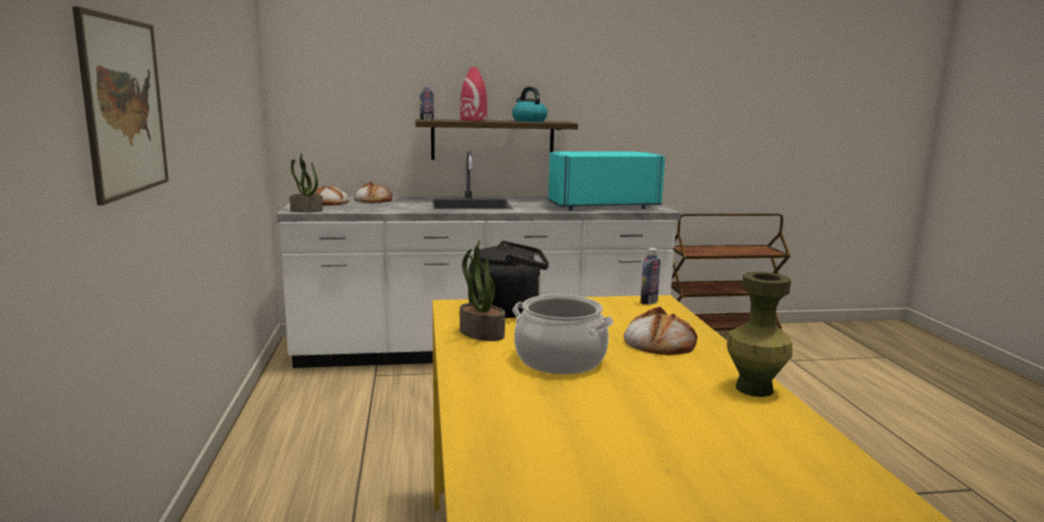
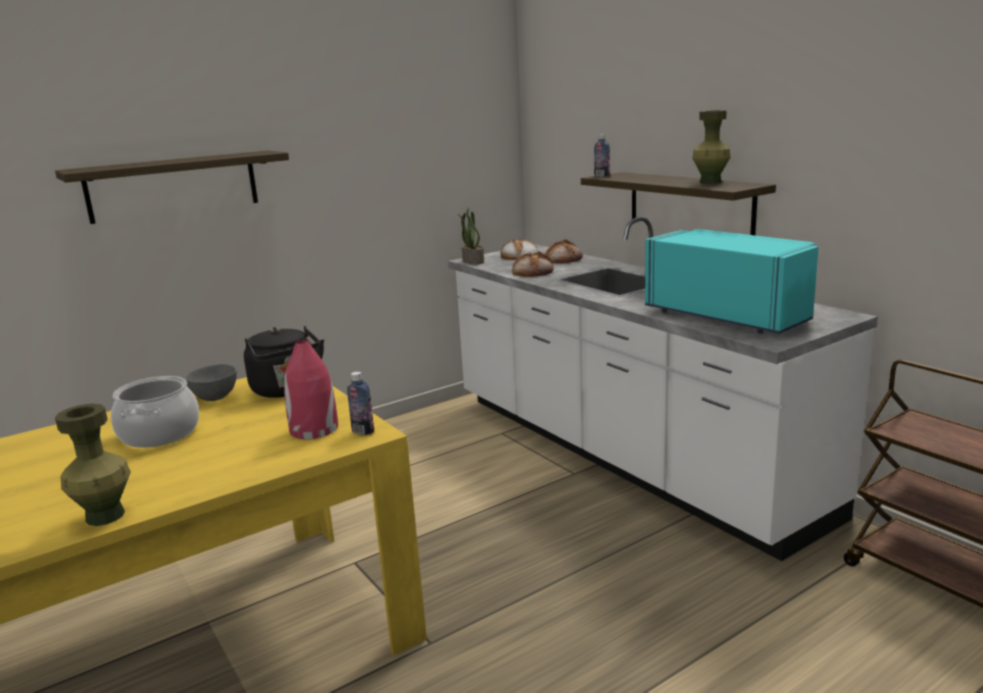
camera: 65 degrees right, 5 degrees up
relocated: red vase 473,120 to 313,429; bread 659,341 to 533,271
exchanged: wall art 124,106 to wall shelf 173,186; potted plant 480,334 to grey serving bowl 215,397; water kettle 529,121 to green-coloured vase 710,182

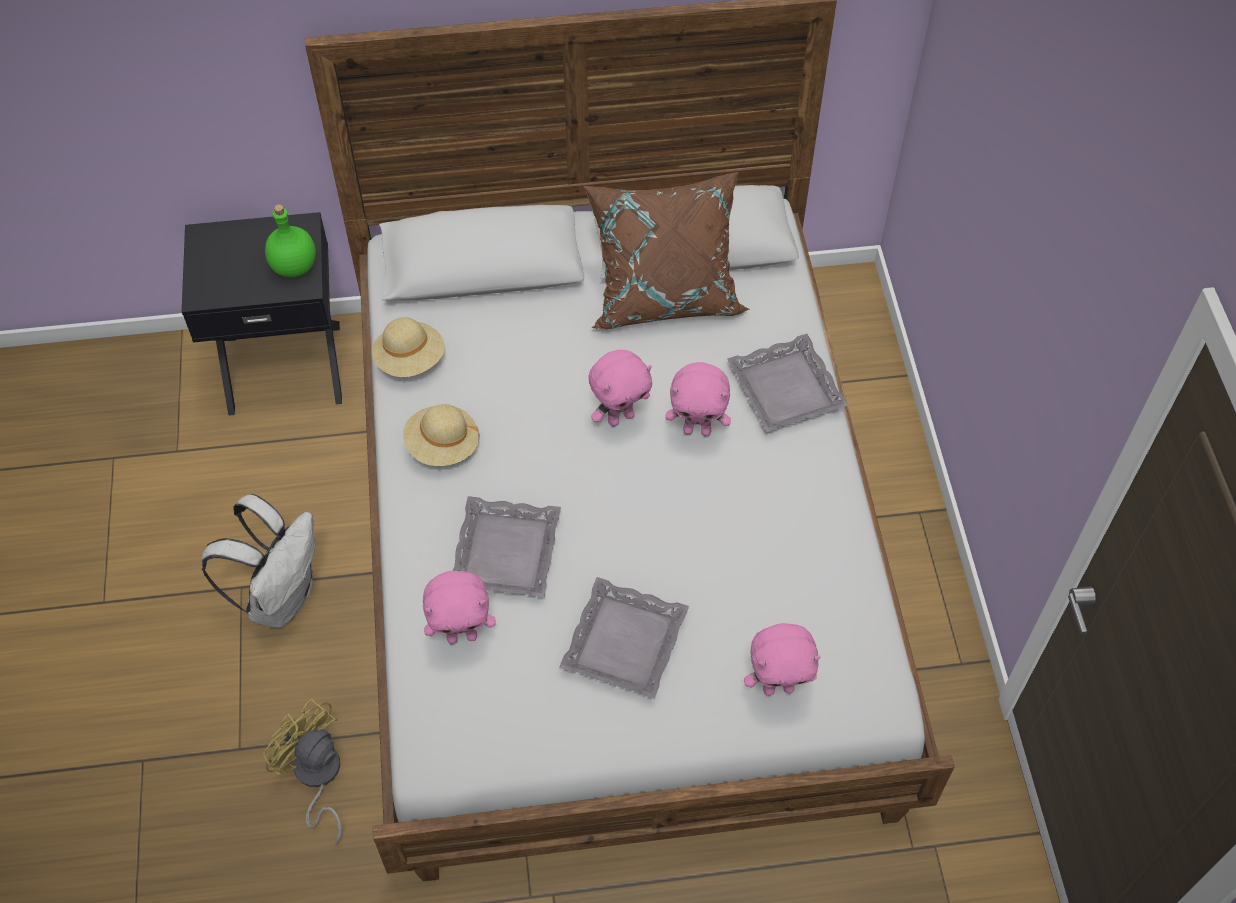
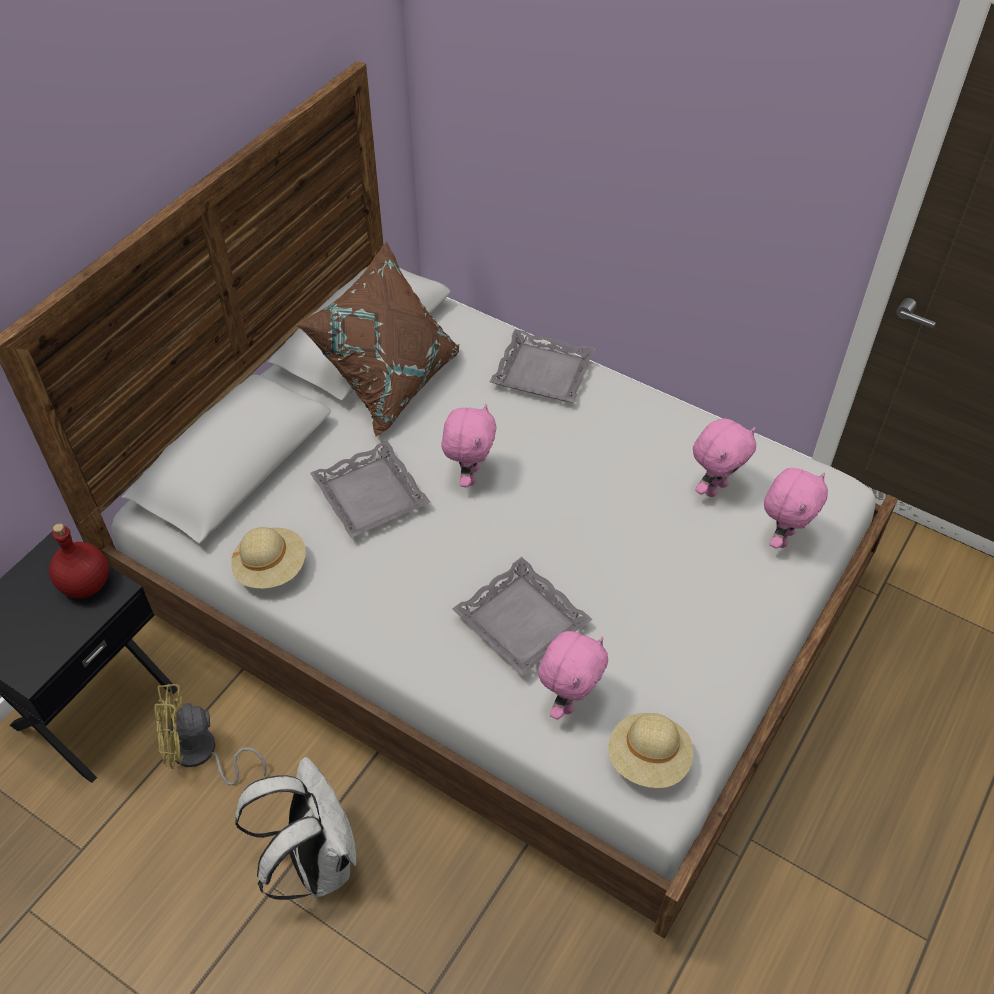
camera: 50 degrees left, 5 degrees down
relocated: yellow-coloured cooling fan 316,777 to 201,755; sand-coloured clothing hat 443,446 to 648,759; grey carrying tray 624,642 to 369,495; pink soft toy 697,430 to 715,488
colour: green-coloured bottle 294,266 to red bottle 85,584

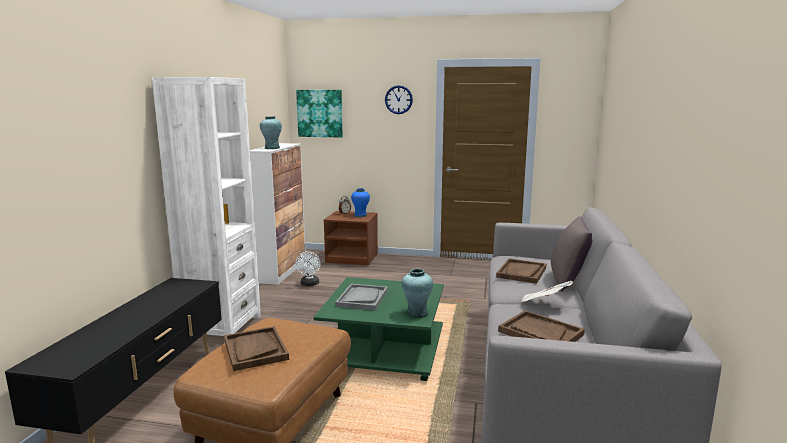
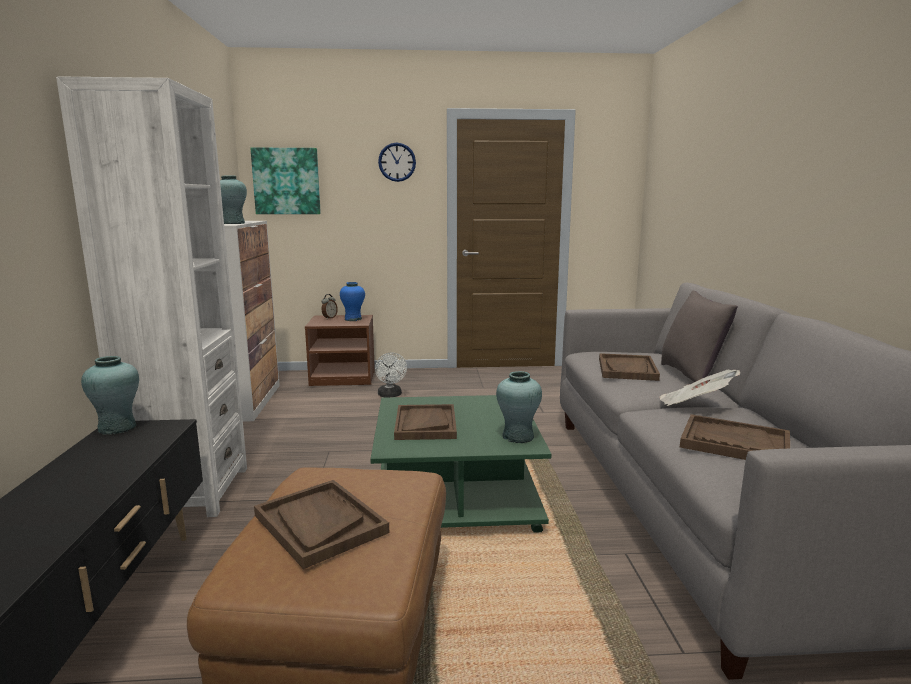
camera: 15 degrees left, 0 degrees up
appeared: blue-green vase 117,428
relocated: white cooling fan 309,284 to 390,395
colour: grey carrying tray 362,298 to brown carrying tray 425,424

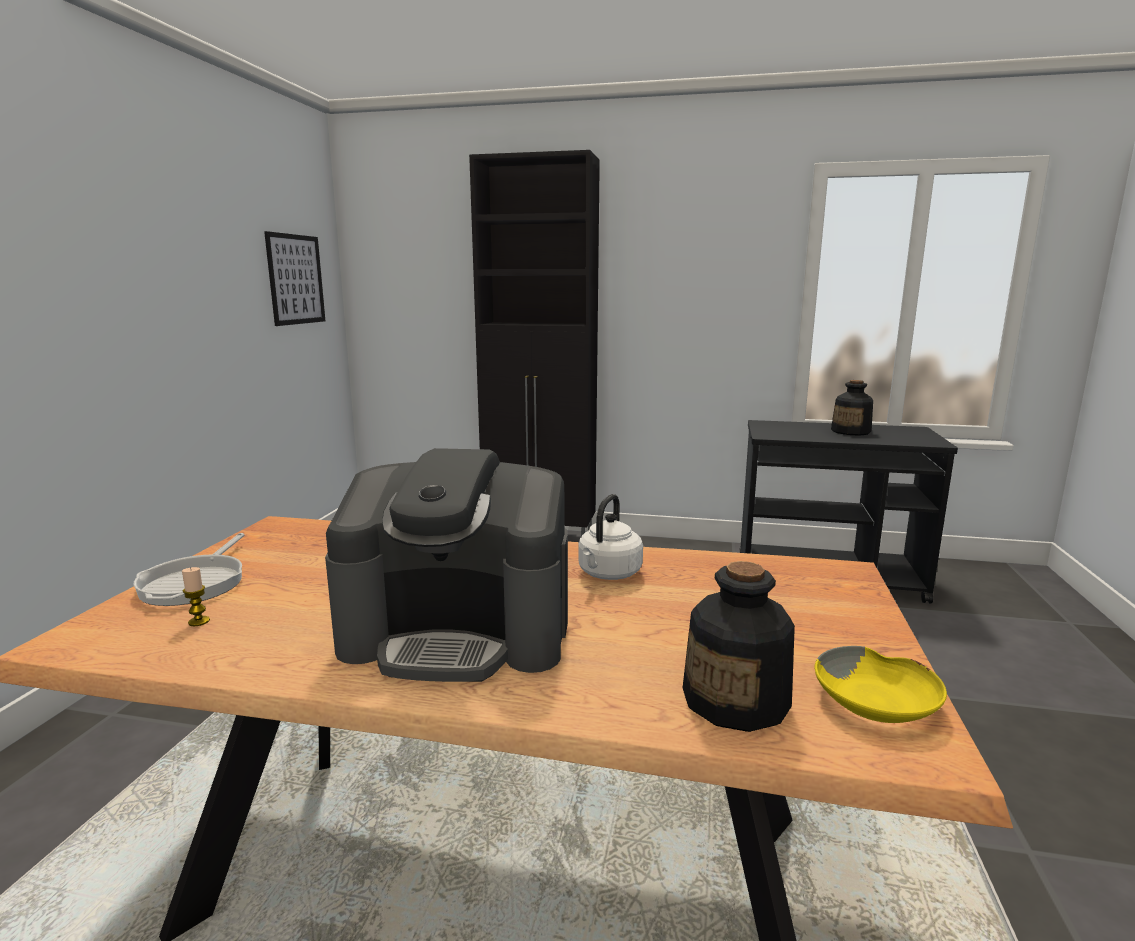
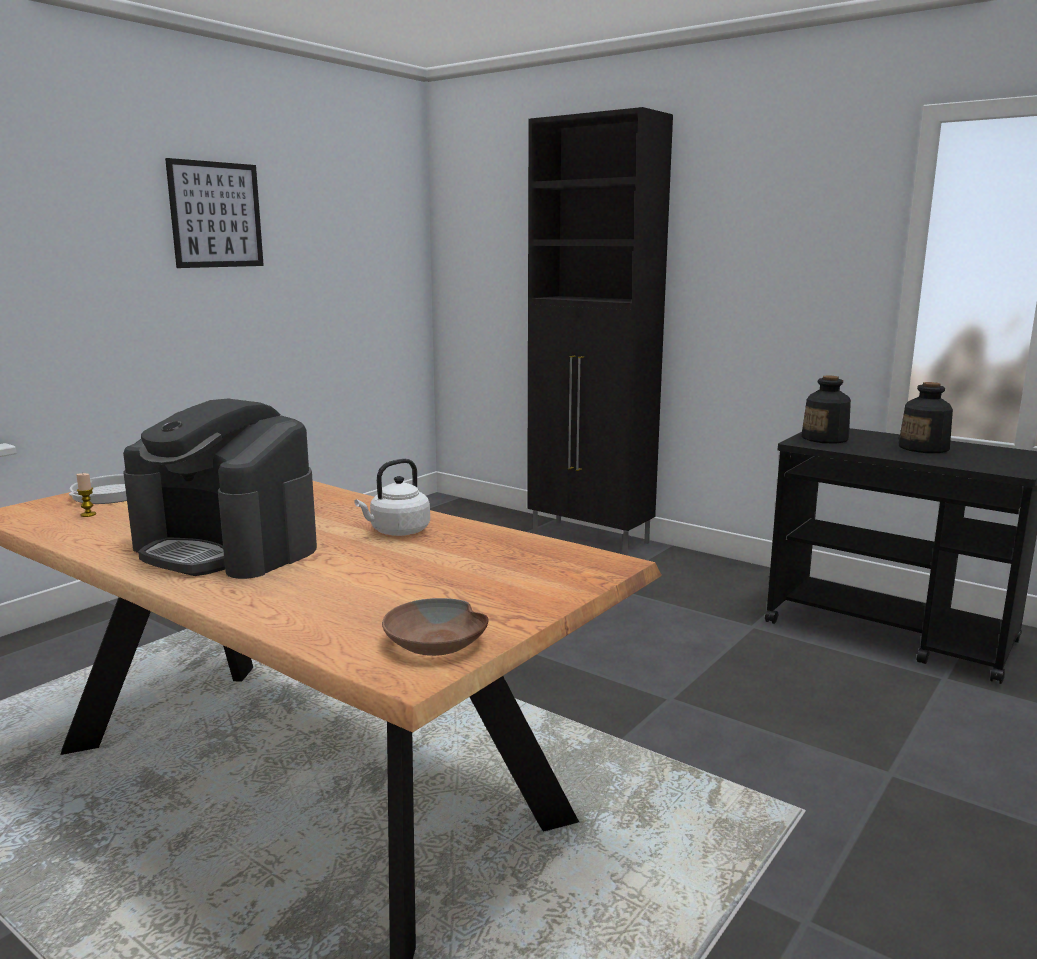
camera: 25 degrees right, 0 degrees up
relocated: wall art 296,279 to 216,215; bottle 737,701 to 825,438
colour: yellow-coloured serving bowl 877,703 to brown serving bowl 436,643

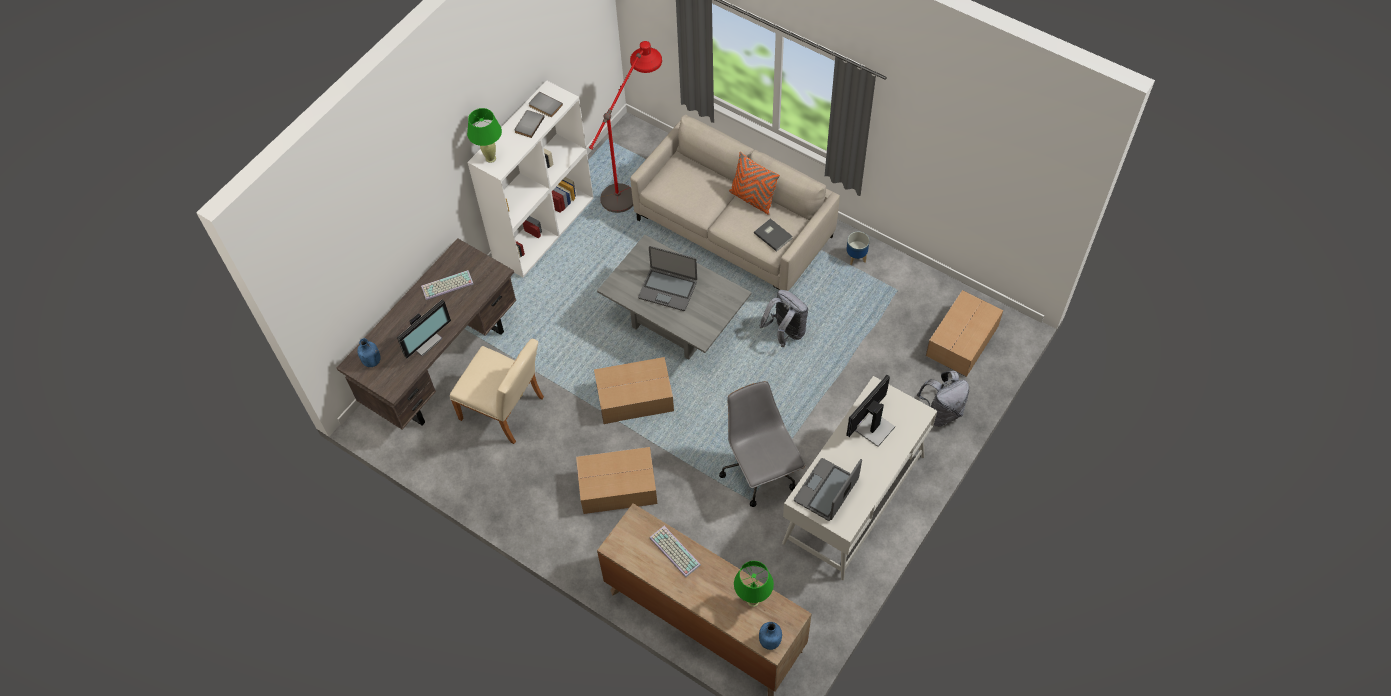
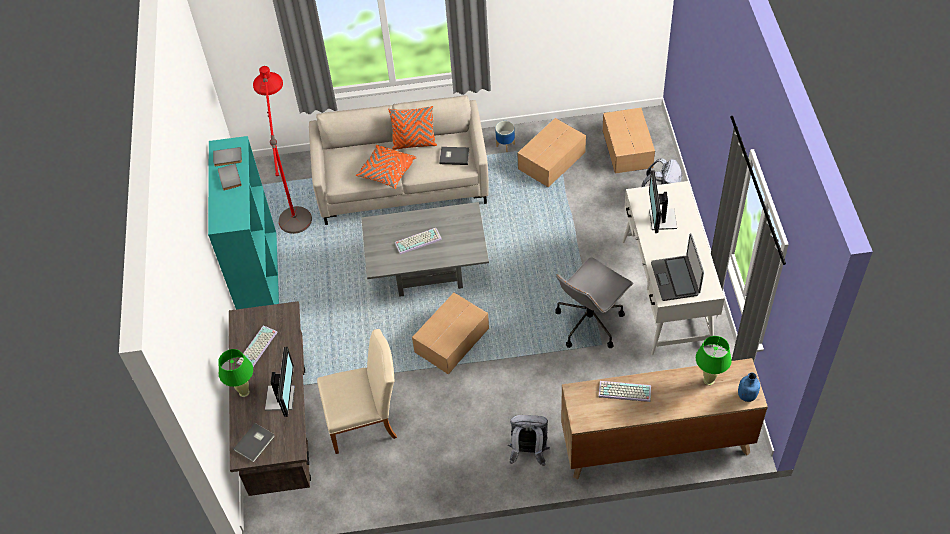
camera: 40 degrees left, 5 degrees down
appeared: orangey pillow 387,172
relocated: green-coloured table lamp 491,158 to 244,392; packing box 619,487 to 552,160; grey rucksack 785,332 to 528,452
exchanged: blue-coloured bottle 372,361 to grey book 255,443; laptop 668,289 to keyboard 418,240
colour: white shelving unit 544,228 to blue-green shelving unit 259,278
spun: grey desk chair 761,472 = 590,322 75 degrees counterclockwise

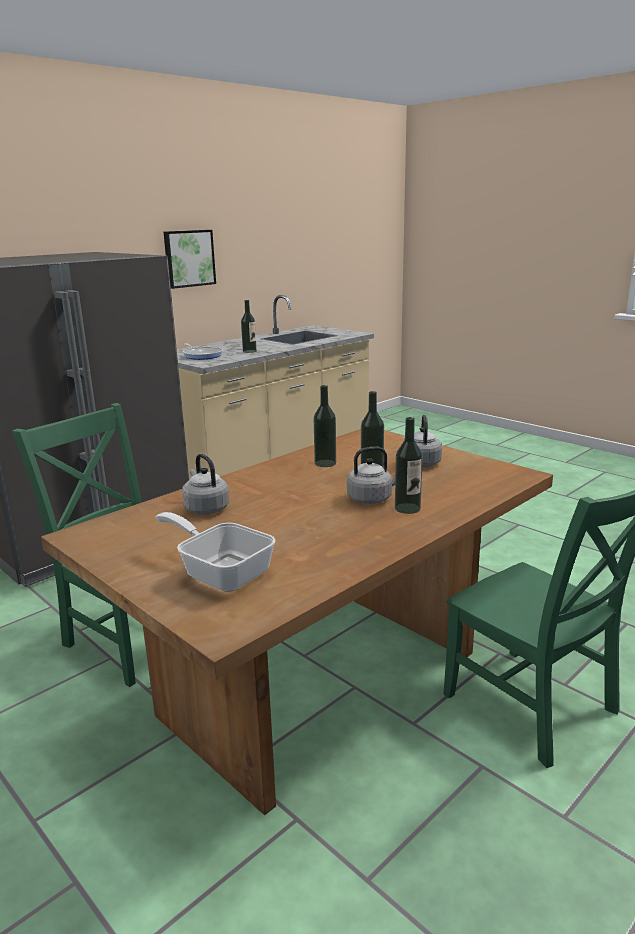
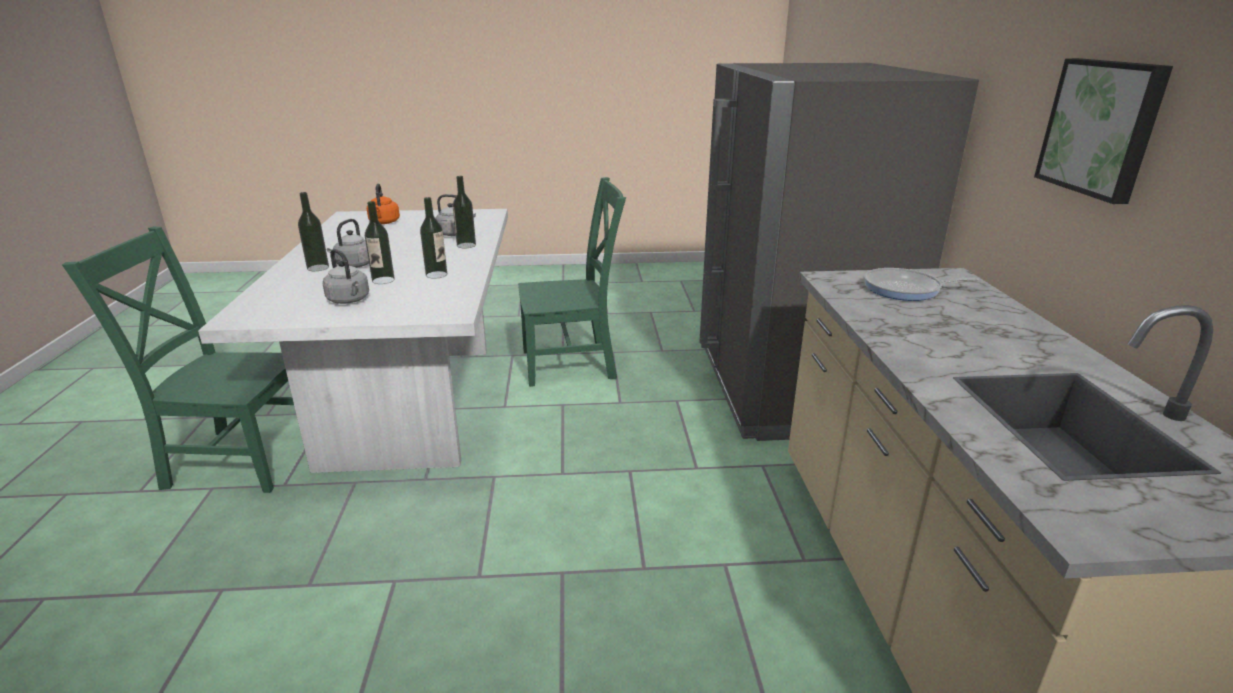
camera: 130 degrees right, 5 degrees up
relocated: bottle 249,351 to 466,245
exchanged: frying pan 221,572 to orangey water kettle 384,222
colour: brown dinner table 322,681 to white dinner table 413,403

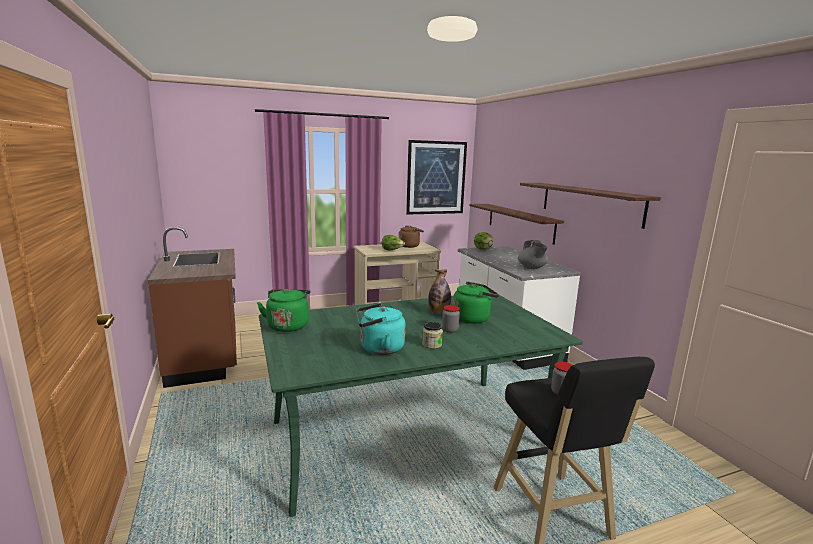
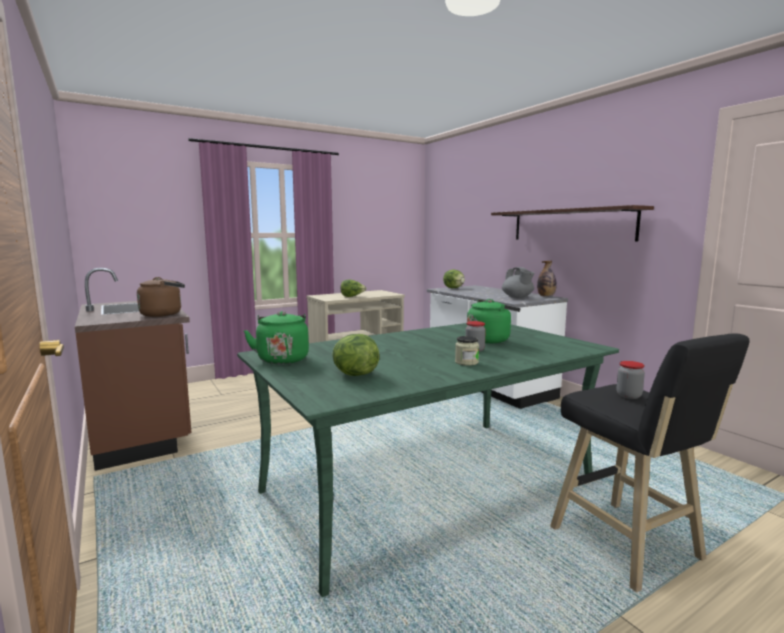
camera: 10 degrees left, 5 degrees down
missing: blue-green water kettle 379,348; wall art 436,178; wall shelf 519,222
appeared: lettuce head 354,374
relocated: brown water kettle 410,246 to 164,314; bottle 439,312 to 546,296

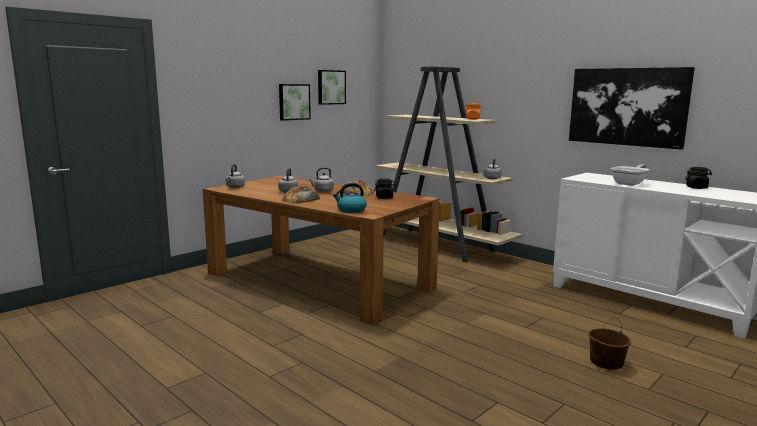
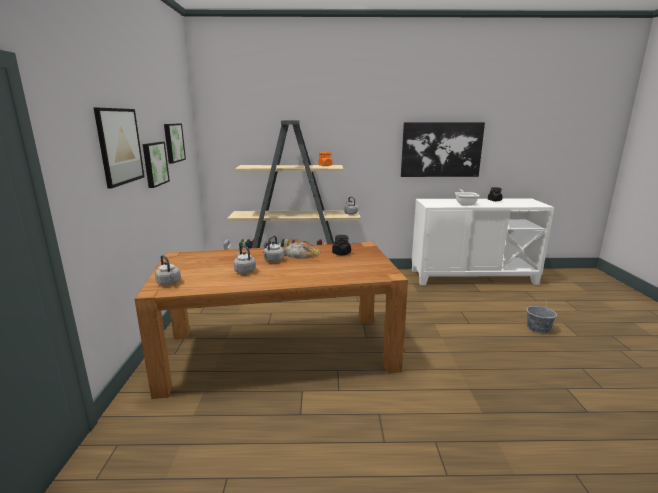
camera: 45 degrees left, 5 degrees up
missing: bread 301,198; water kettle 351,210
appeared: wall art 120,146
colour: brown water bucket 606,362 to grey water bucket 538,328

